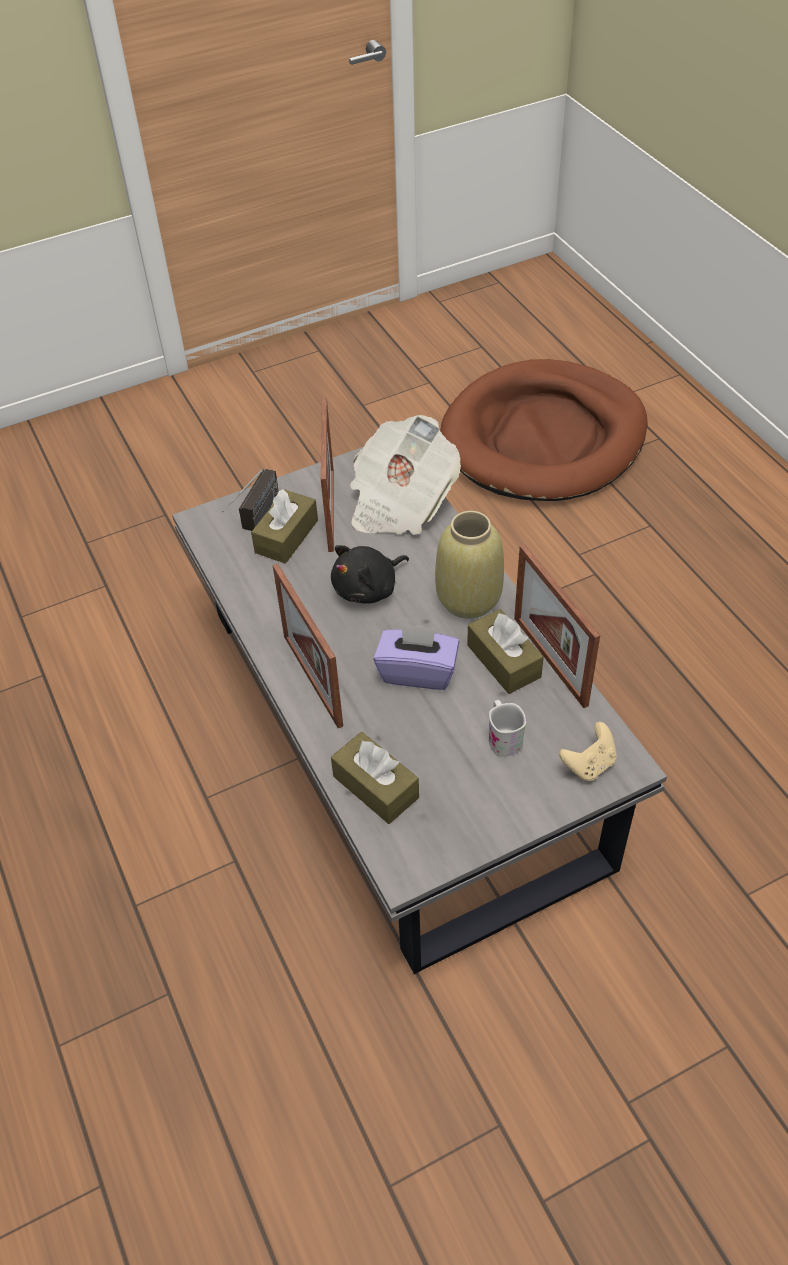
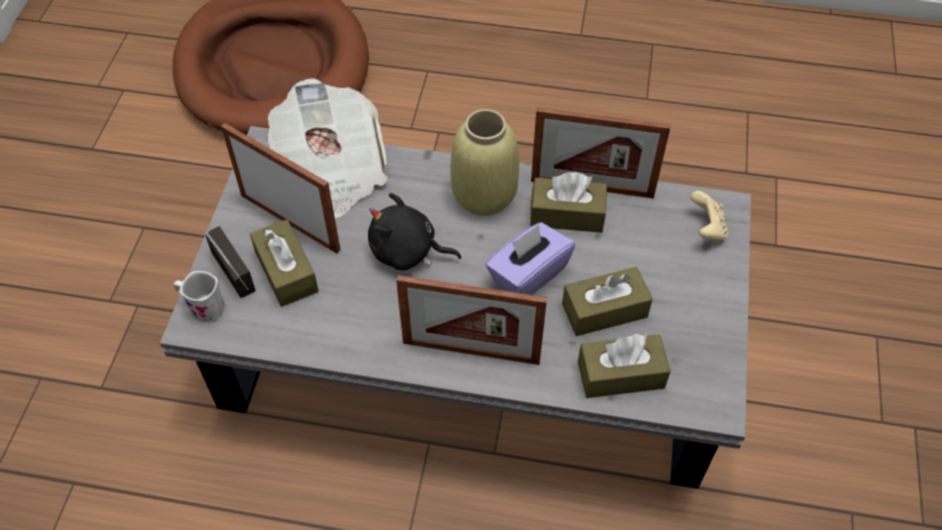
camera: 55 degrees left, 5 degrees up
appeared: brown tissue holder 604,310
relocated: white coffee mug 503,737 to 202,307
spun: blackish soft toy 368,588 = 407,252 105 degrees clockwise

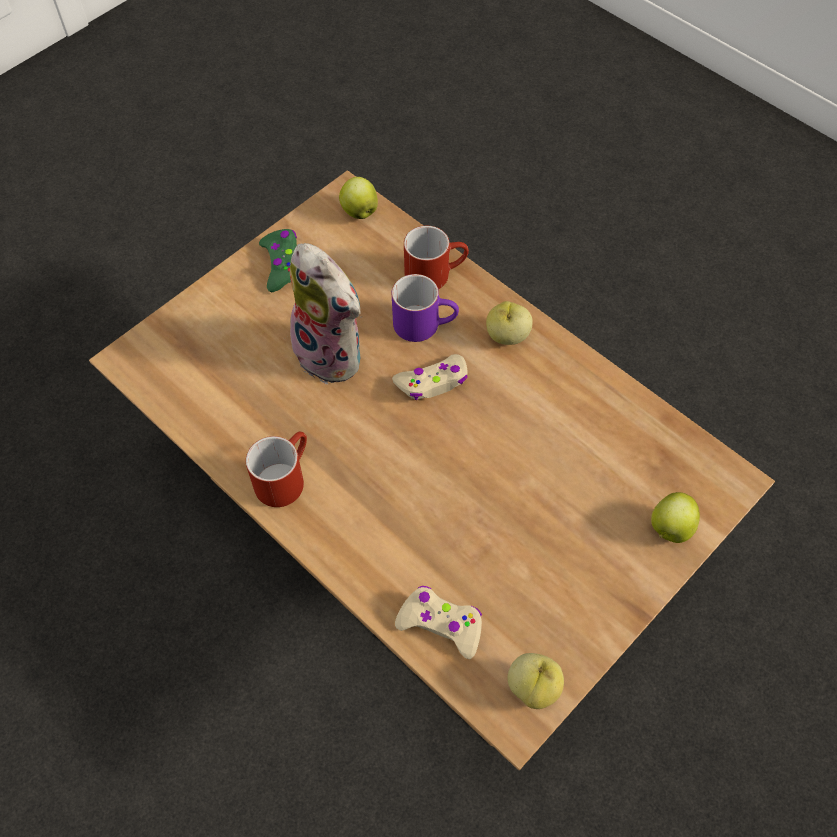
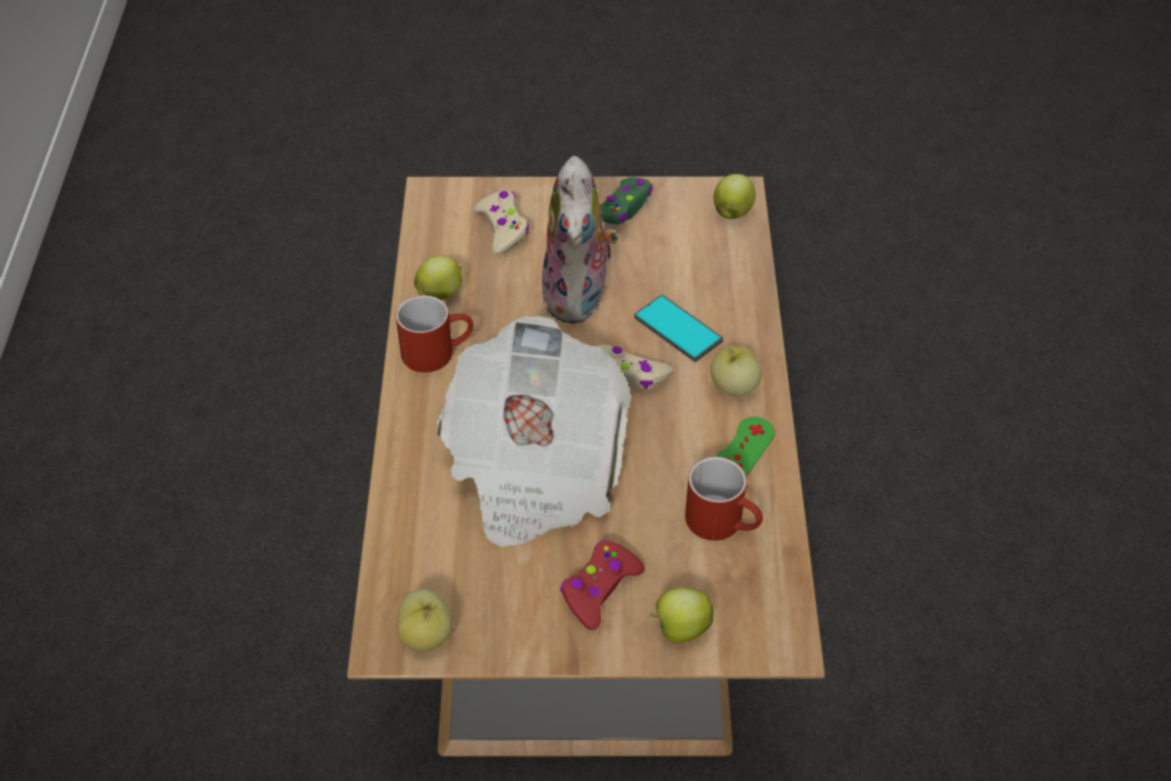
camera: 45 degrees right, 10 degrees down
appeared: whole apple 441,294; daily paper 534,467; red game controller 599,589; green-coloured game controller 744,448
relocated: sand-coloured game controller 441,624 to 502,228; red coffee mug 435,273 to 724,522
exchanged: purple-coloured coffee mug 425,324 to handset 678,329

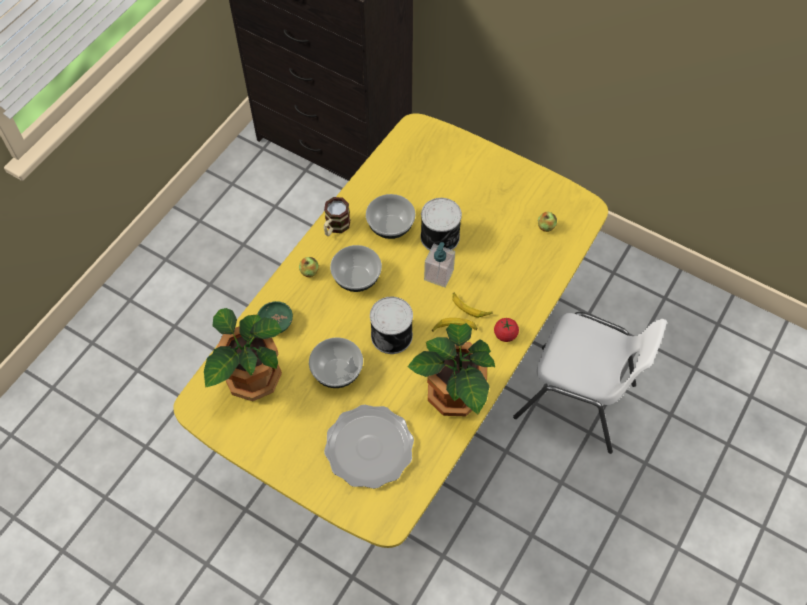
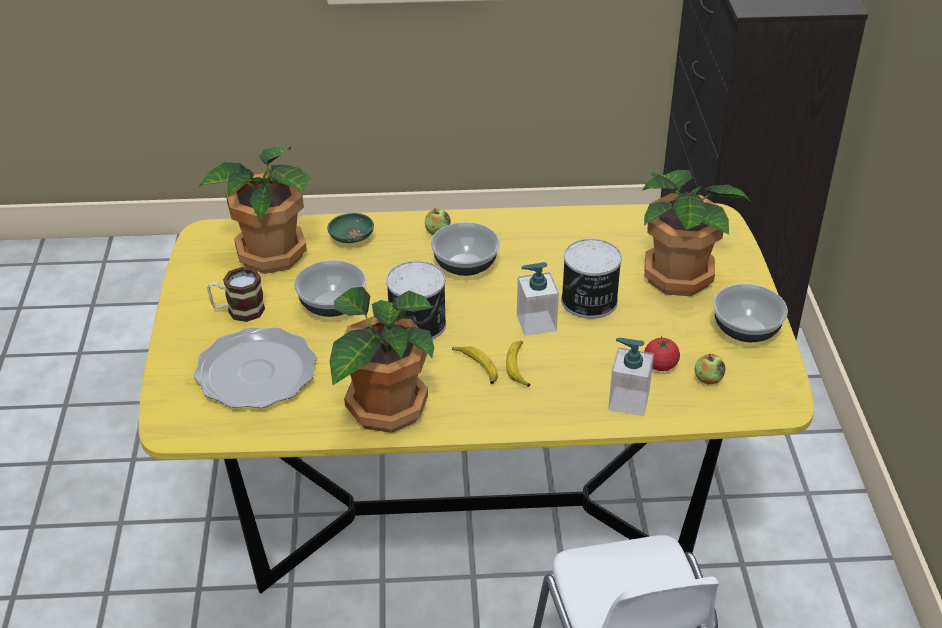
camera: 55 degrees right, 20 degrees down
appeared: liquid soap bottle 628,401; potted plant 678,275
relocated: coffee mug 335,227 to 238,310; serving bowl 391,226 to 745,331; fresh tomato 505,334 to 660,365

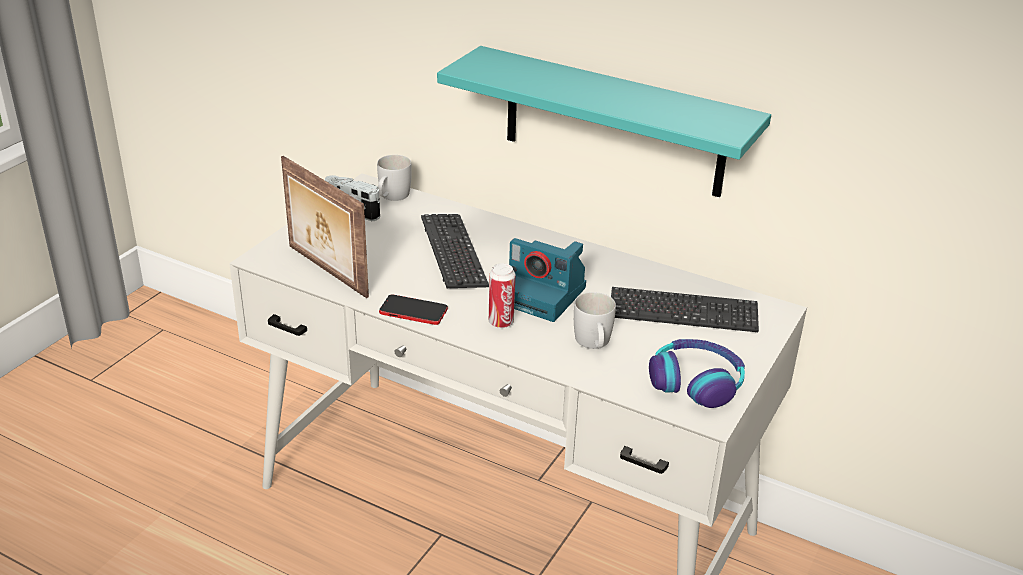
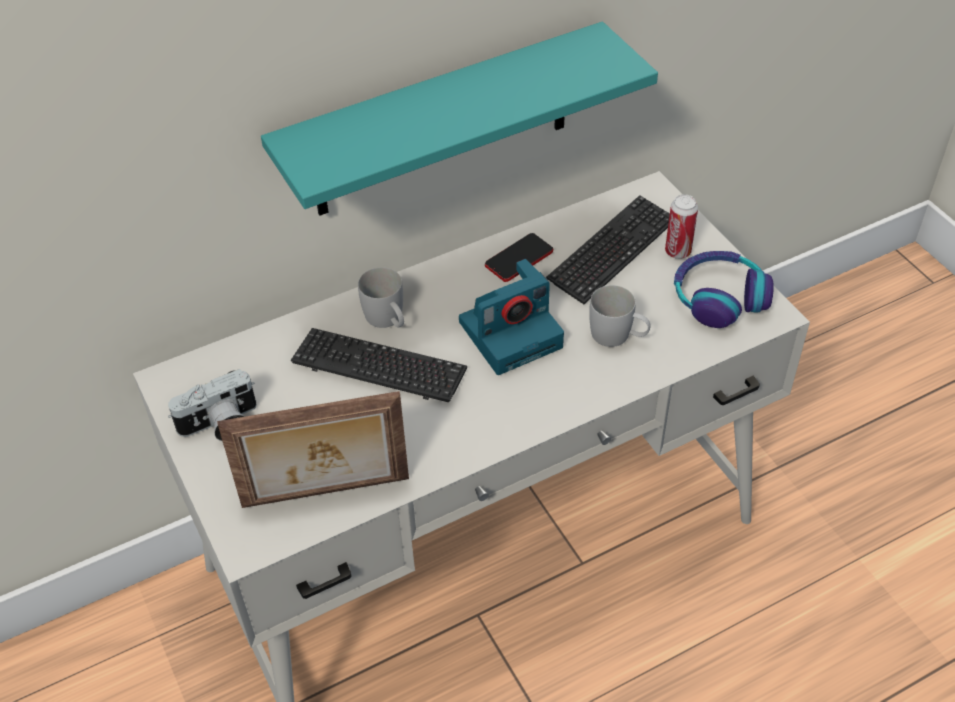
camera: 55 degrees left, 15 degrees up
relocated: white coffee mug 392,197 to 388,320; handset 413,311 to 519,258; sealed can 501,322 to 677,251

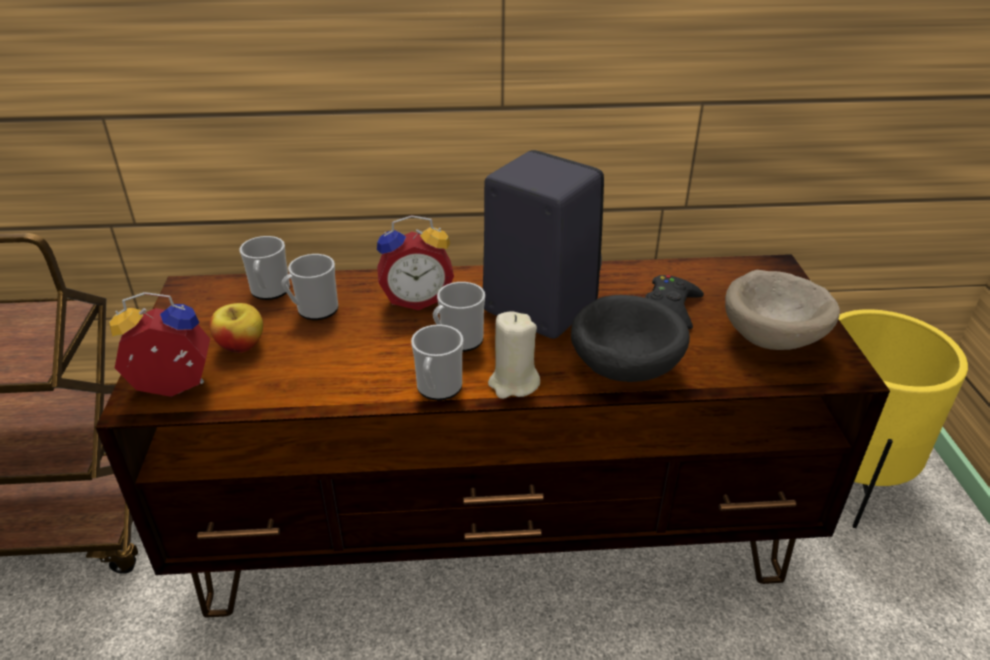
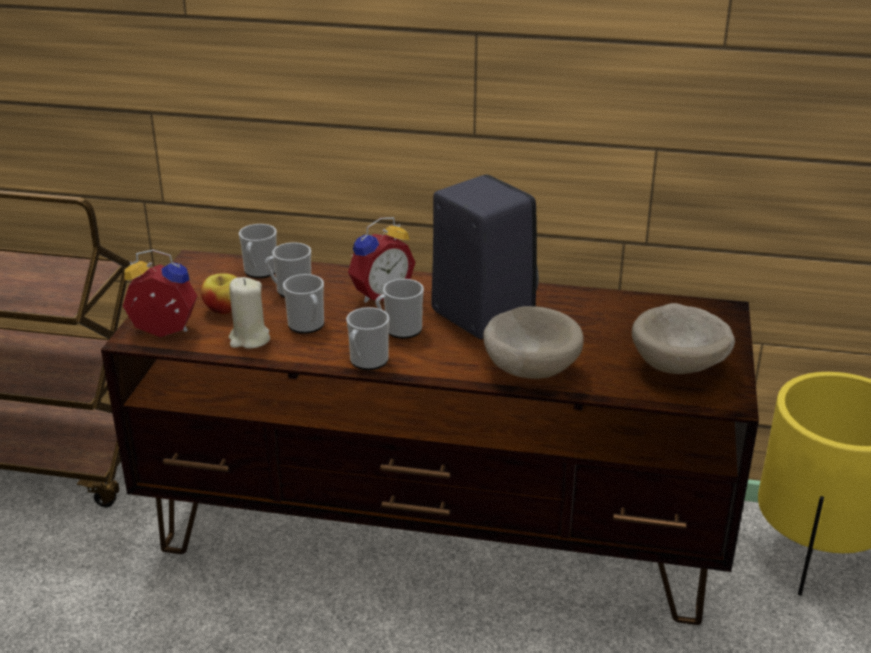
camera: 15 degrees right, 5 degrees down
missing: blackish game controller 672,307
appeared: coffee mug 308,326
relocated: sand-coloured wax candle 513,383 to 249,339
colour: blackish serving bowl 622,366 to sand-coloured serving bowl 529,368
spun: alarm clock 416,299 = 379,293 45 degrees counterclockwise

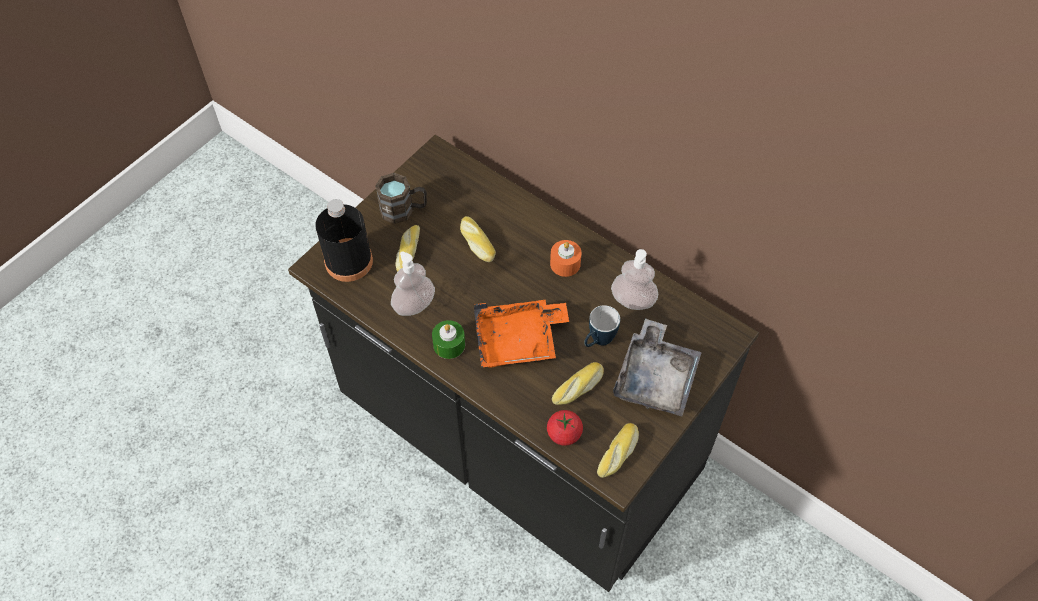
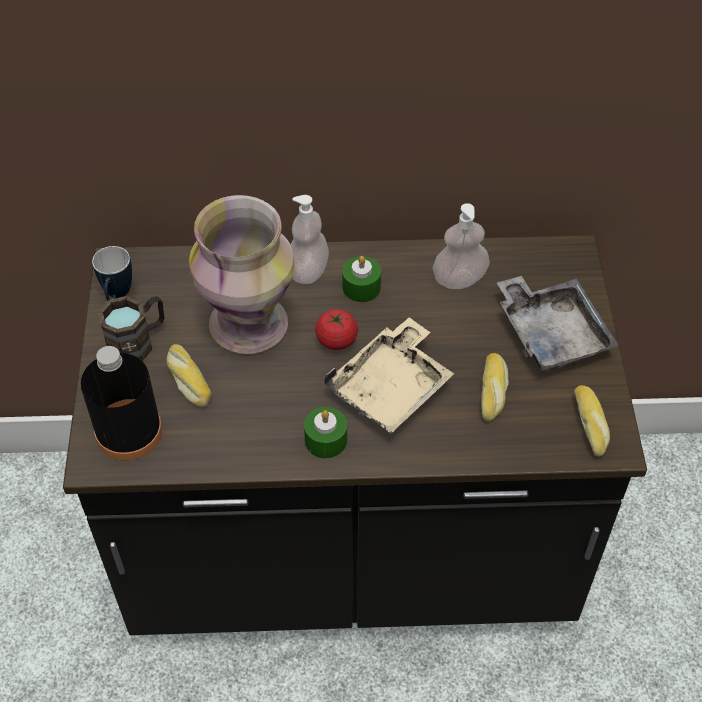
camera: 40 degrees left, 5 degrees down
relocated: liquid soap bottle 414,305 to 308,271; fresh tomato 564,434 to 336,340; coffee mug 598,342 to 117,296
exchanged: bread 476,243 to vase 251,324
colour: orangey carrying tray 518,341 to sand-coloured carrying tray 391,388; orangey wax candle 565,264 to green-coloured wax candle 361,287

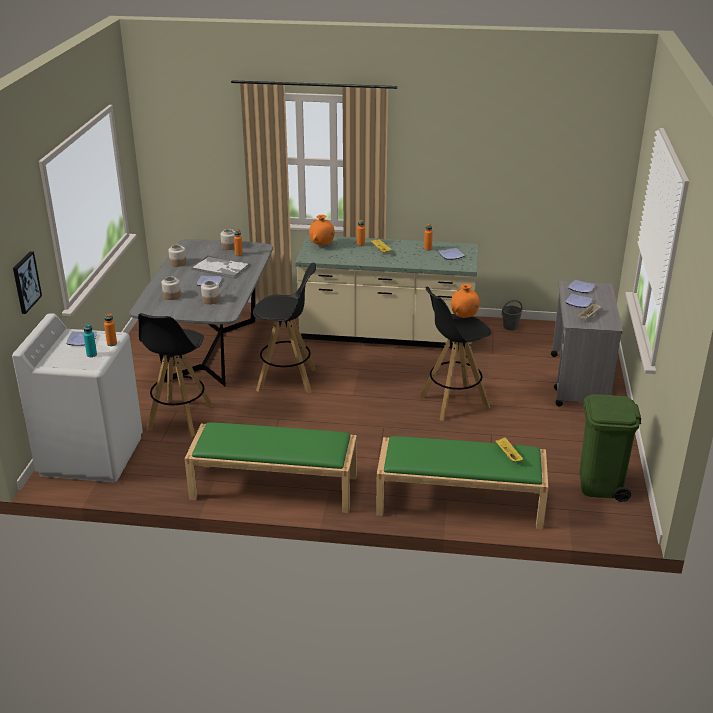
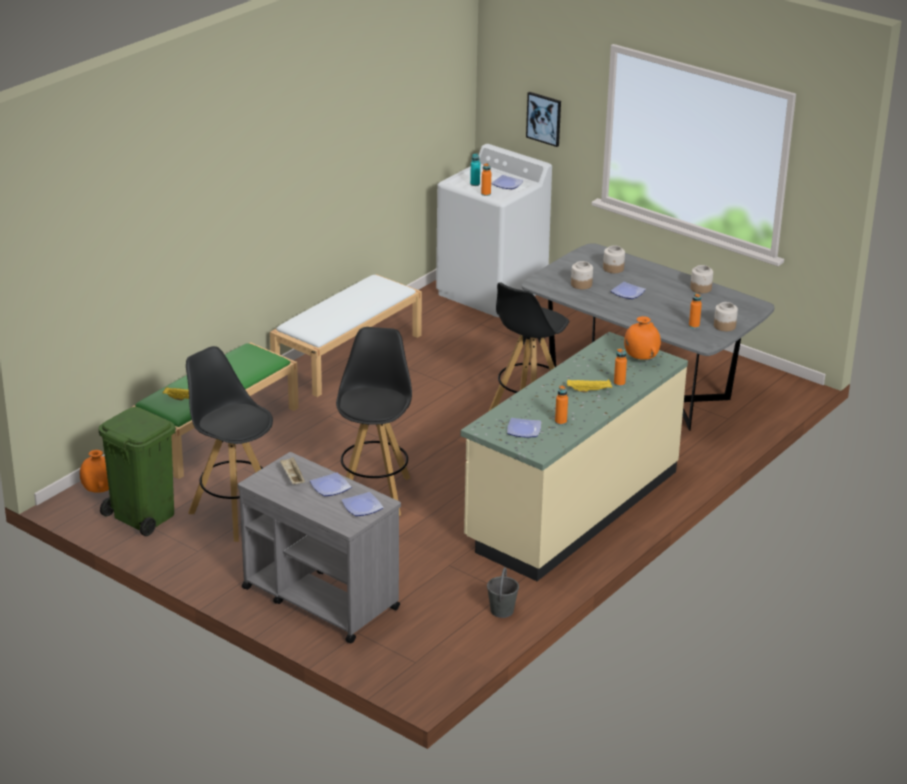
camera: 120 degrees right, 0 degrees up
missing: carrying tray 221,267
relocated: blackish stool seat 180,418 to 234,513; orangey vase 464,317 to 99,490
colour: green-coloured bench 273,487 to white bench 348,355

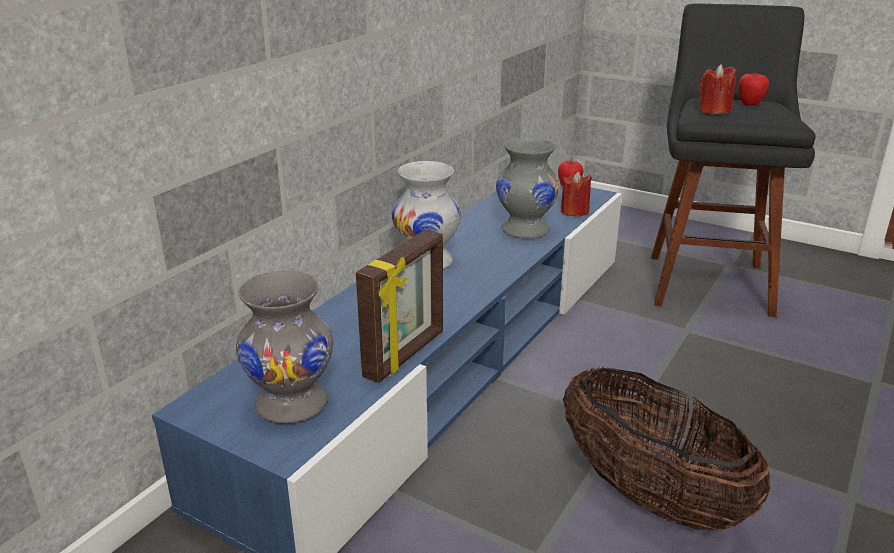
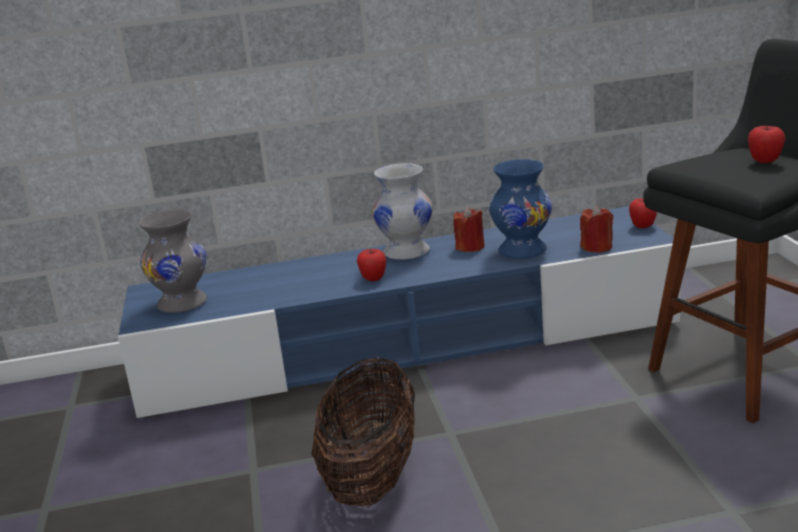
camera: 50 degrees right, 5 degrees down
missing: photo frame 406,355
appeared: whole apple 373,279
relocated: red wax candle 714,110 to 470,247
colour: grey vase 526,230 to blue-coloured vase 522,251

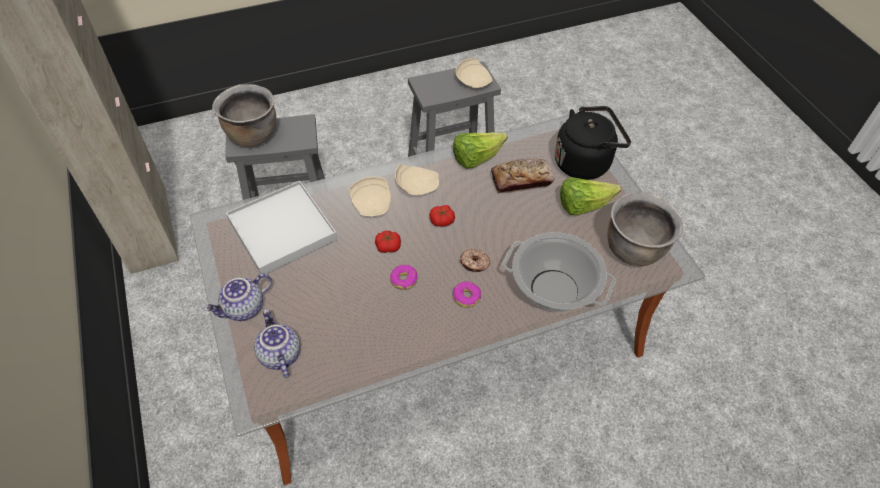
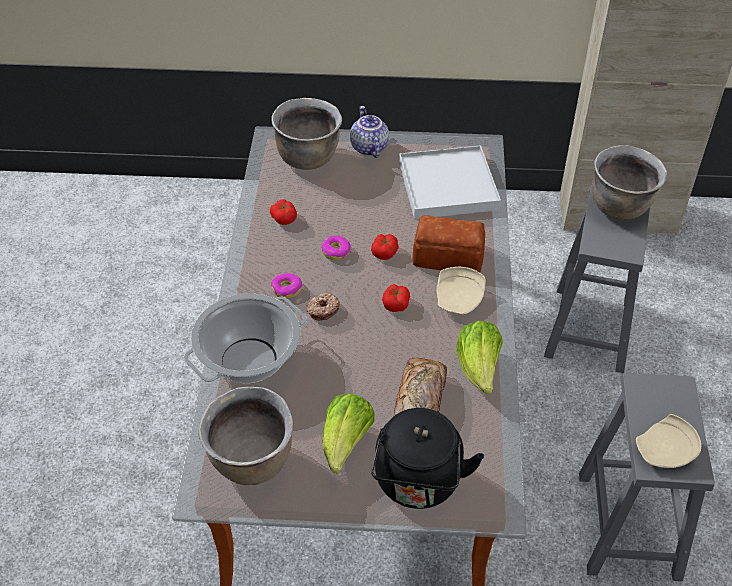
camera: 115 degrees right, 5 degrees down
appeared: fresh tomato 284,218
exchanged: pot for tea 279,355 to brown cooking pot 308,158; sand-coloured plate 372,204 to bread 449,257

